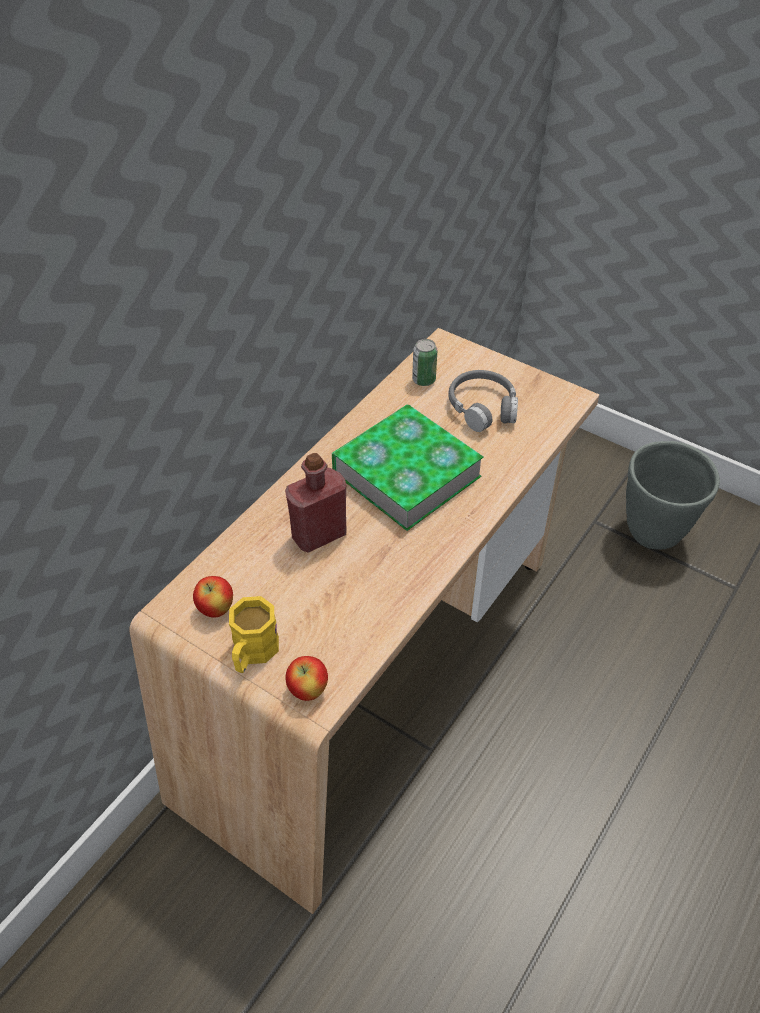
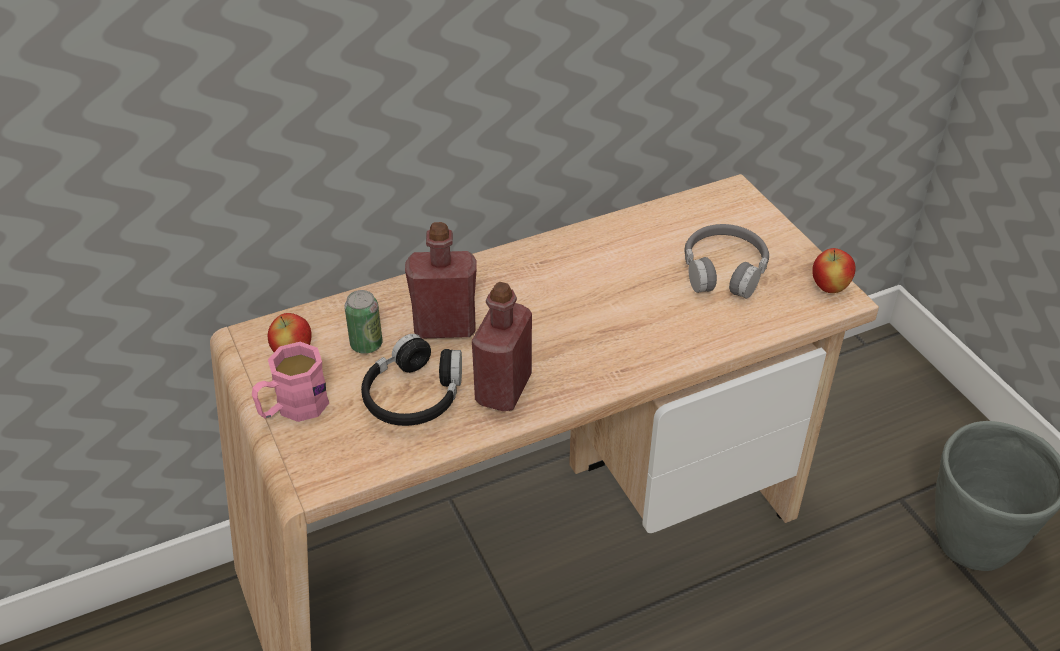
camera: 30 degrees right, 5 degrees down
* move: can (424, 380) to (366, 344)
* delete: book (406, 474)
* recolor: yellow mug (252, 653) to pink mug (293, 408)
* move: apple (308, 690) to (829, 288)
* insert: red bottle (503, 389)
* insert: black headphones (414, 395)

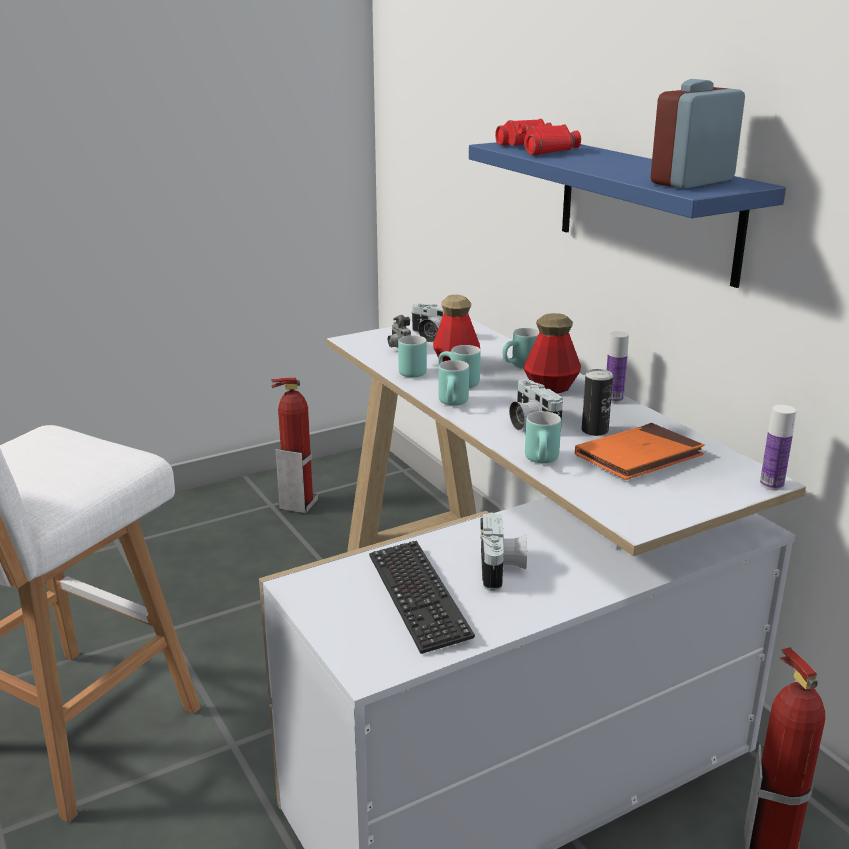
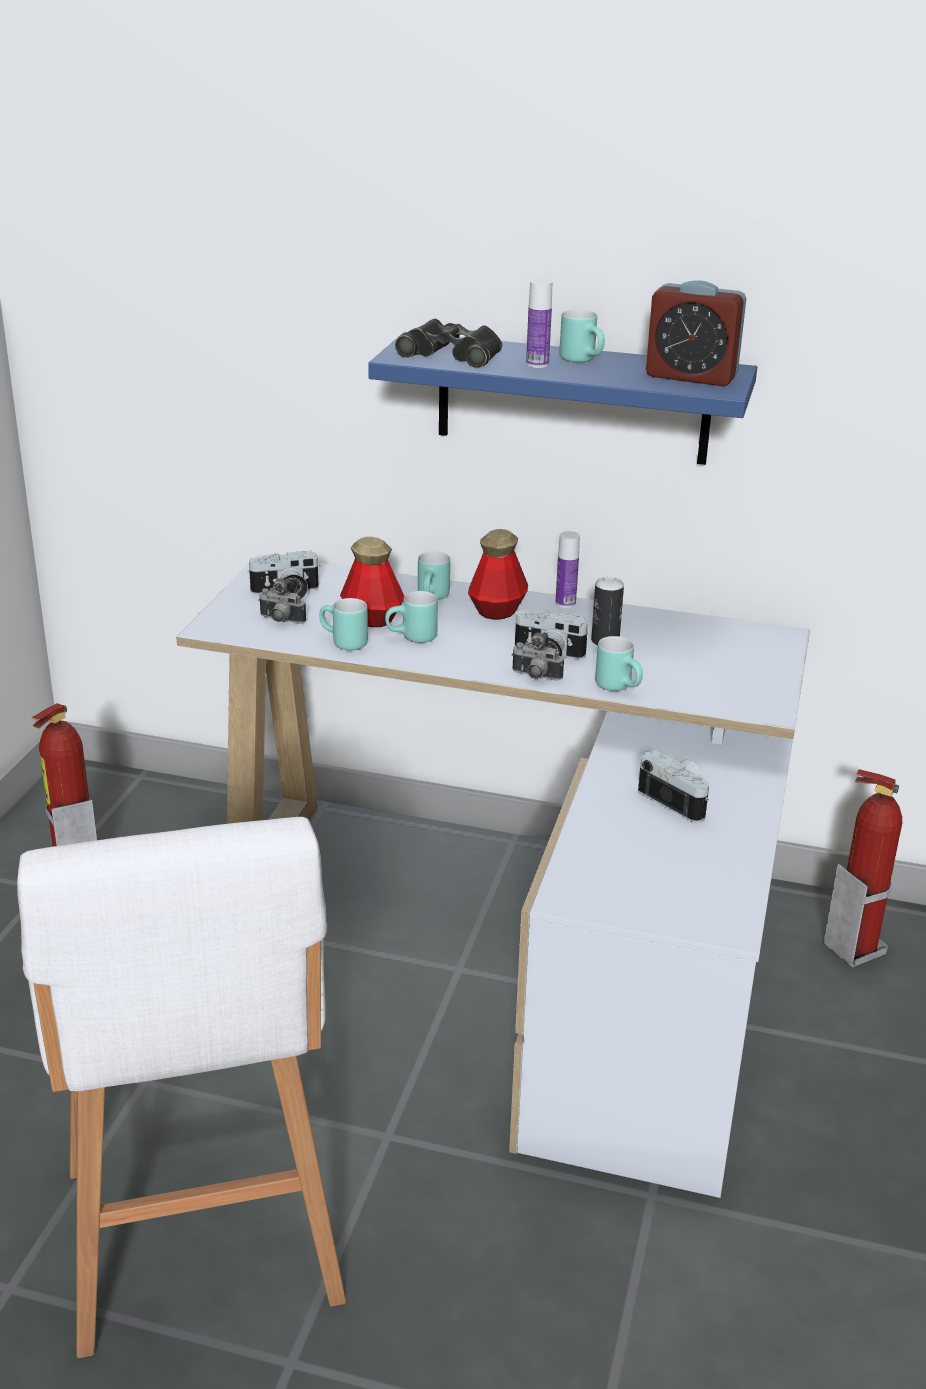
camera: 45 degrees left, 5 degrees up
* rotate: alarm clock (692, 182) = (691, 377) 75 degrees counterclockwise
* recolor: red binoculars (537, 149) to black binoculars (452, 355)
* move: turquoise mug (454, 404) to (584, 360)
* move: bottle (771, 485) to (537, 364)
* delete: orange book (638, 457)
* delete: keyboard (418, 597)
* insert: photo camera (535, 677)

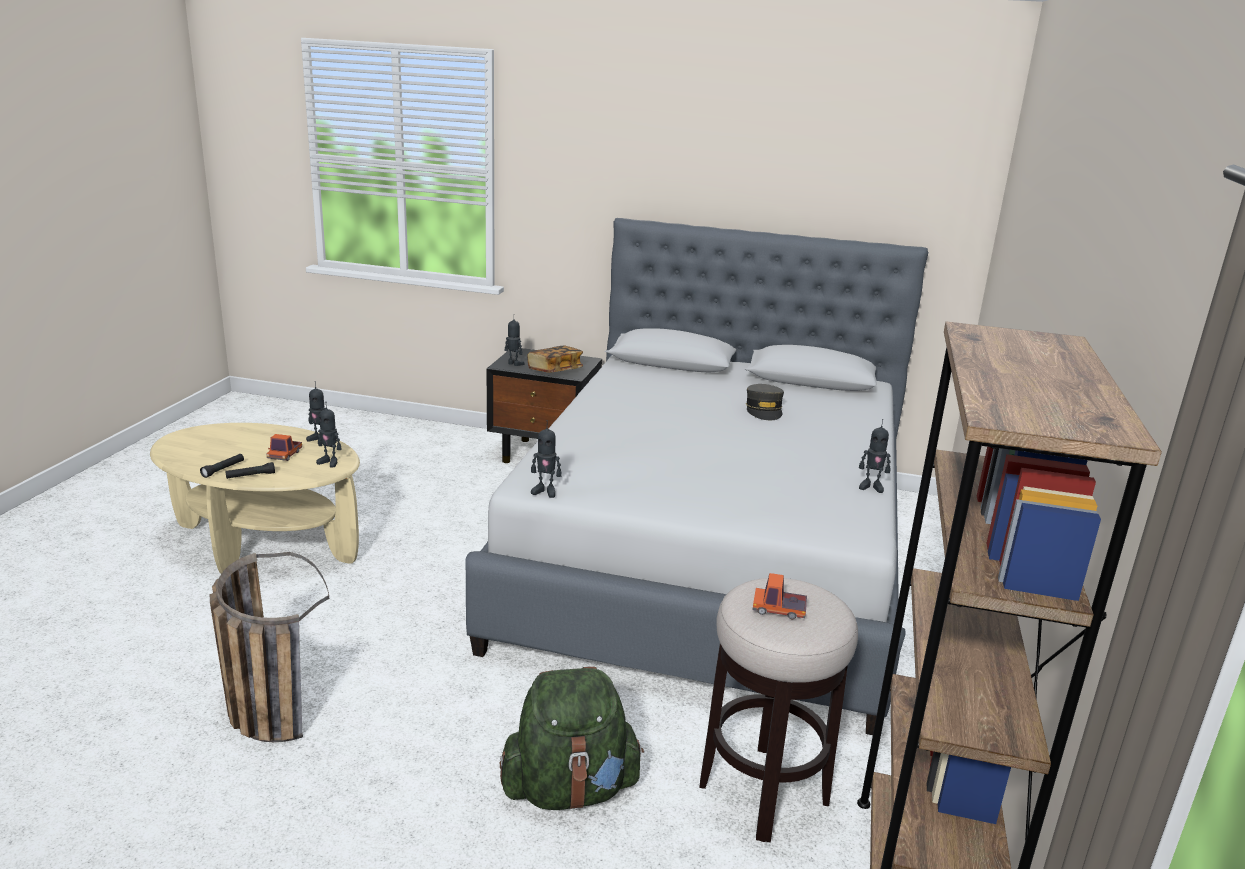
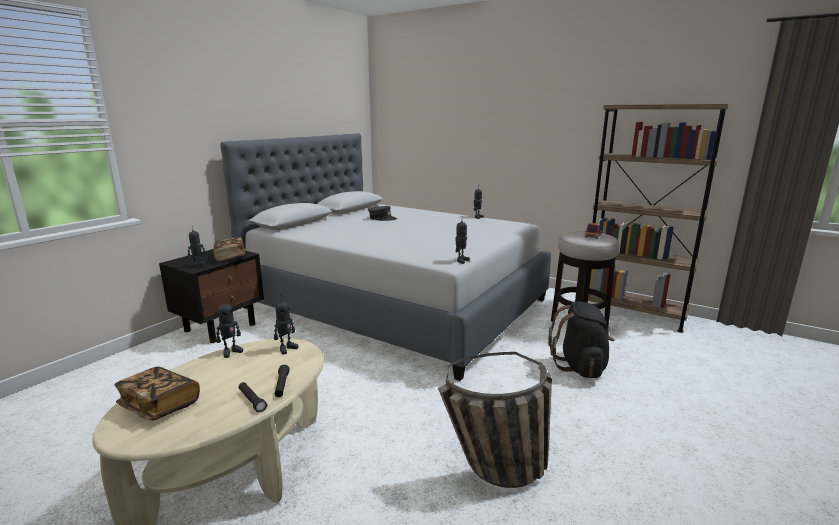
camera: 70 degrees left, 5 degrees down
* delete: toy truck (285, 455)
* recolor: green backpack (570, 789) to black backpack (580, 367)
* insert: book (160, 405)

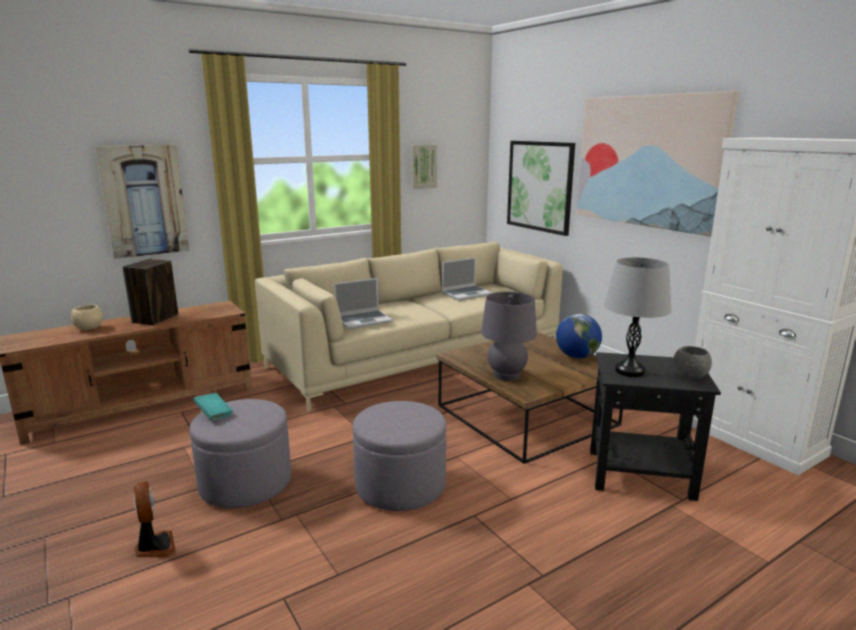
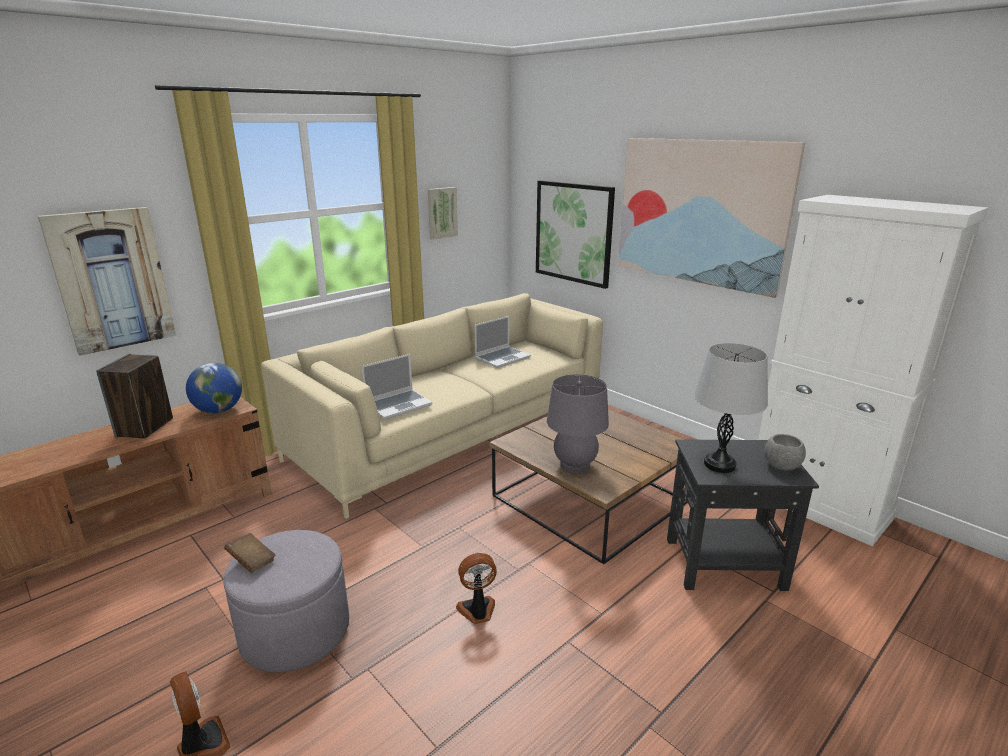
camera: 10 degrees left, 5 degrees up
* delete: beige bowl (89, 328)
* move: globe (577, 356) to (219, 410)
* recolor: turquoise book (214, 414) to brown book (252, 561)
* replace: grey ottoman (400, 486) to fan (477, 611)

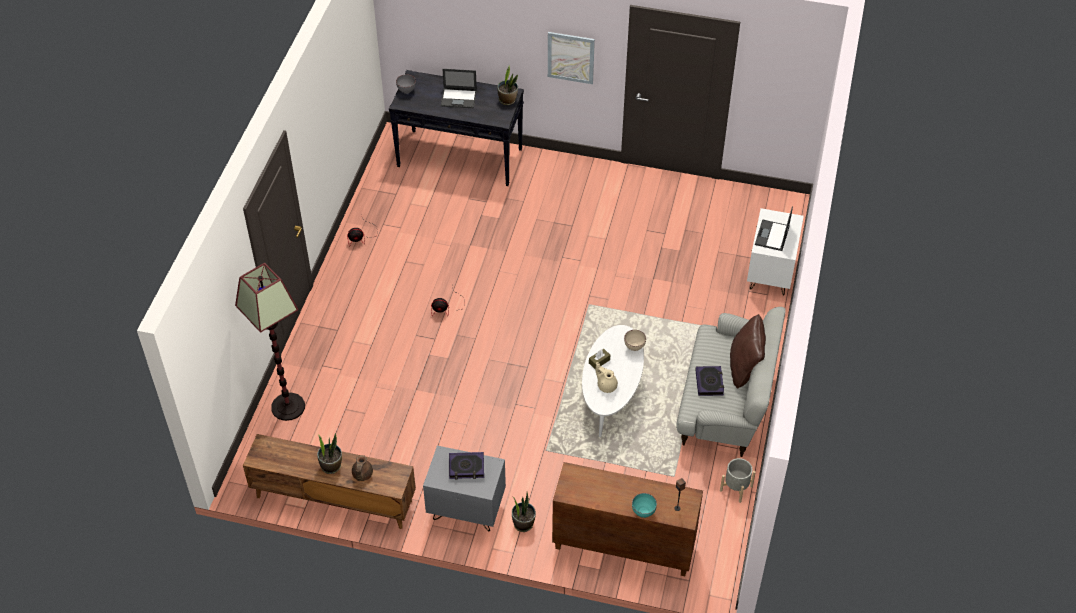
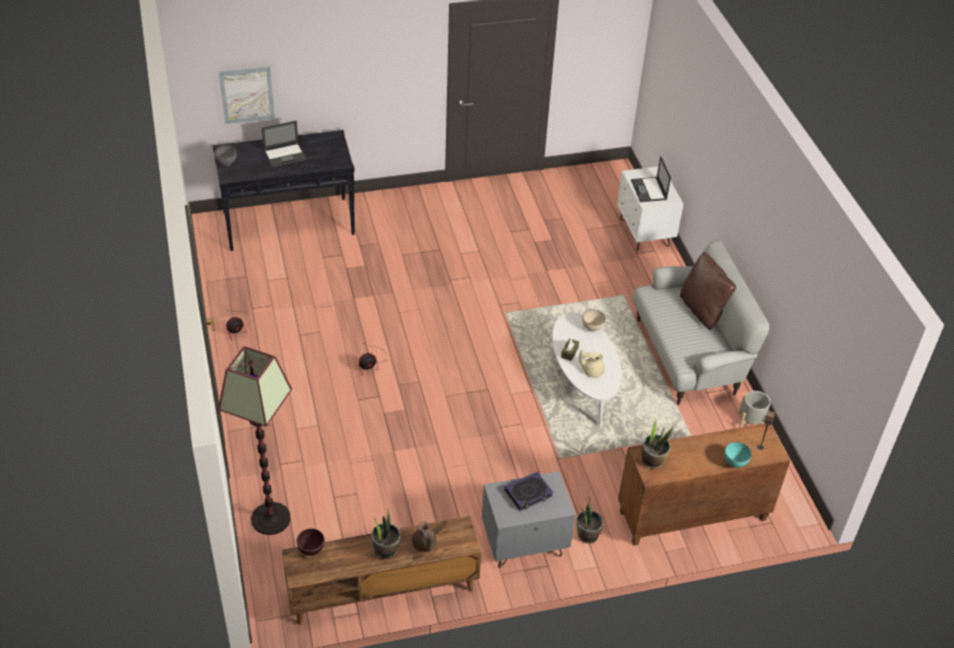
camera: 30 degrees left, 5 degrees down
* move: picture (570, 57) to (247, 94)
* move: potted plant (507, 100) to (652, 460)
* delete: book (709, 382)
* insert: brown bowl (311, 550)

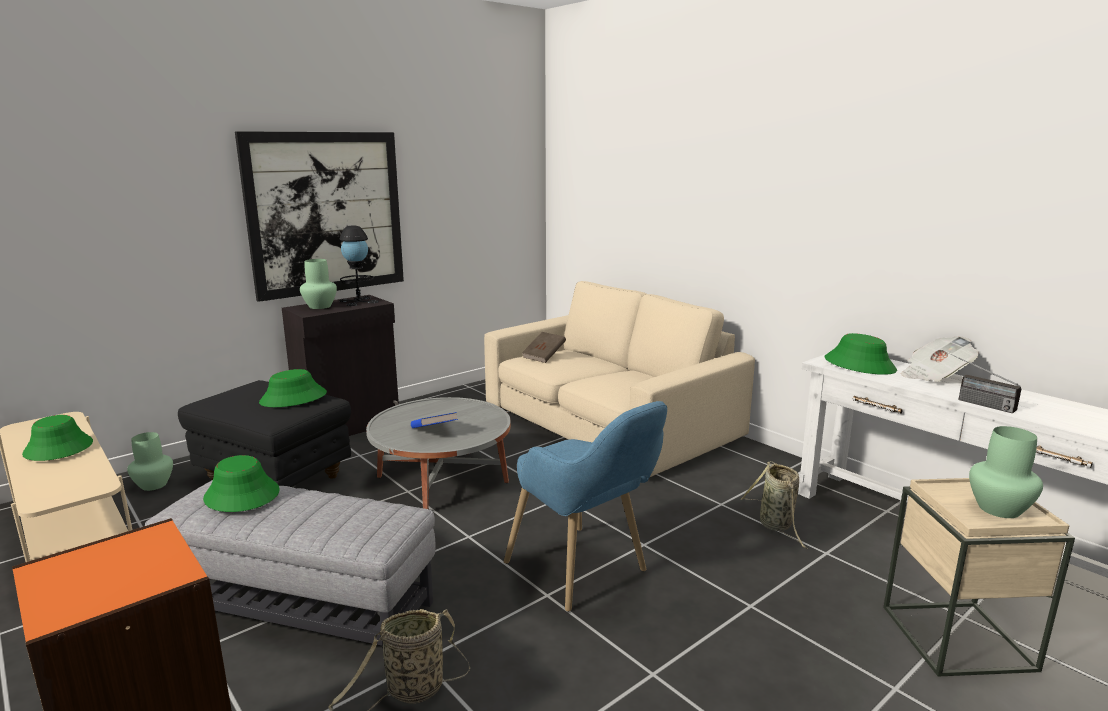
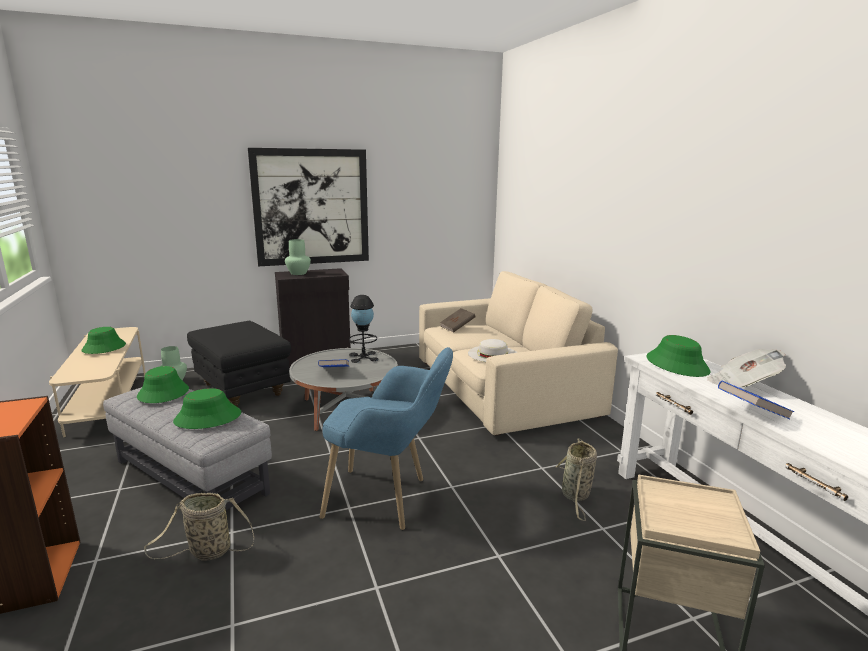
camera: 20 degrees right, 0 degrees up
* move: black table lamp (358, 301) to (363, 357)
* replace: radio (971, 401) to blue book (751, 413)
* move: green hat (293, 398) to (207, 418)
* rotate: blue armchair (586, 575) = (389, 500) 60 degrees counterclockwise
* delete: green vase (1000, 509)
* insert: white hat (493, 354)

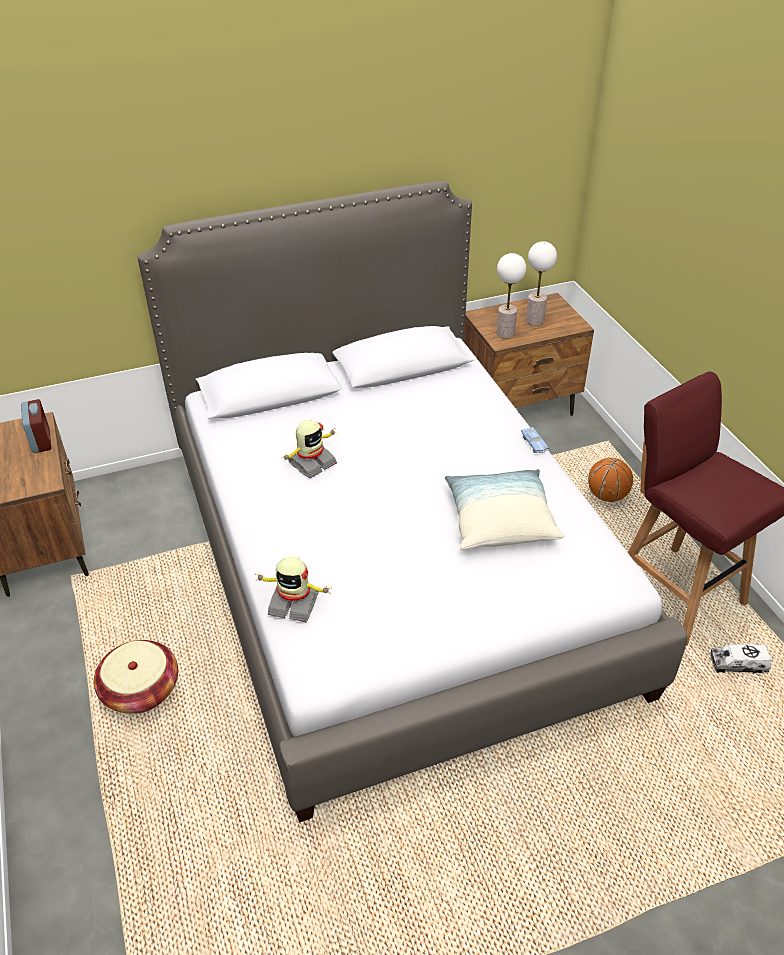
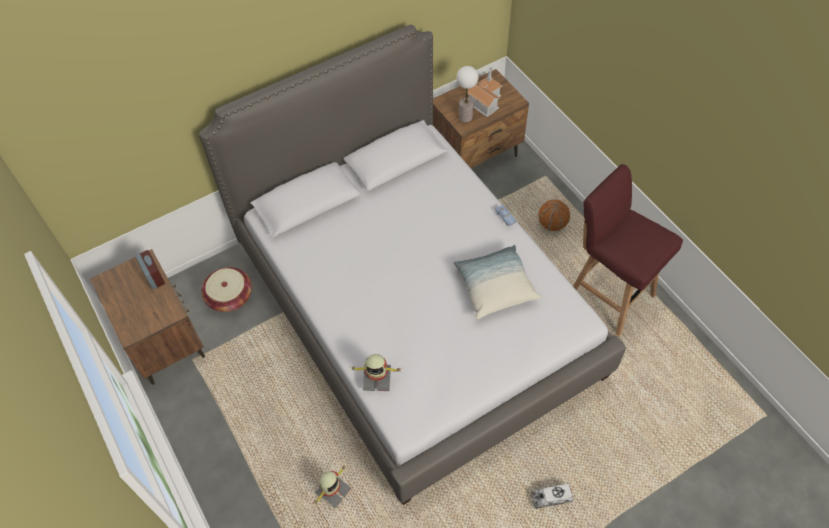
camera: 10 degrees left, 15 degrees up
* replace: table lamp (534, 320) to toy house (484, 101)
* move: toy robot (311, 463) to (332, 490)
* move: basket (141, 690) to (230, 297)
* move: toy truck (737, 665) to (551, 498)

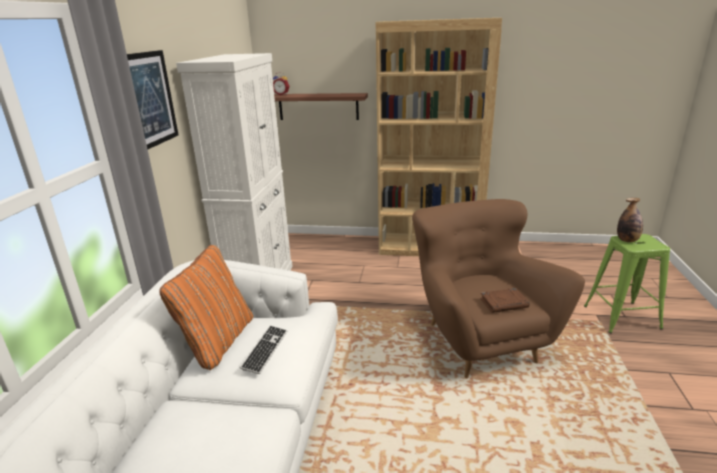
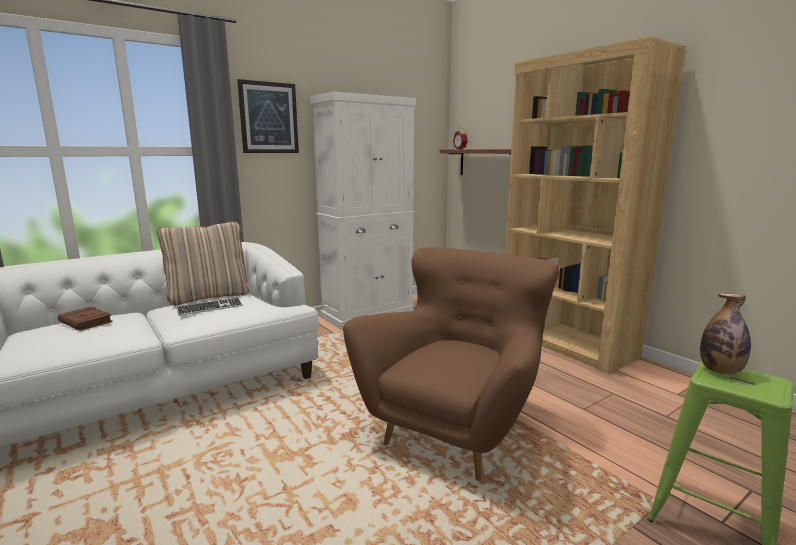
camera: 45 degrees right, 10 degrees down
* recolor: orange pillow (217, 341) to beige pillow (209, 296)
* move: brown book (504, 303) to (86, 322)

